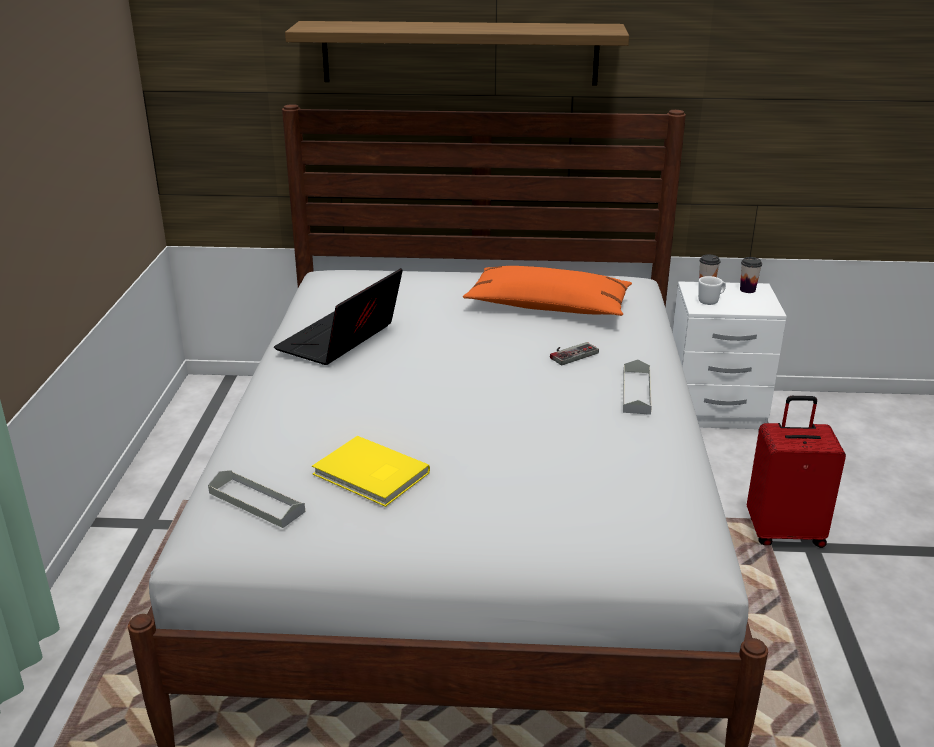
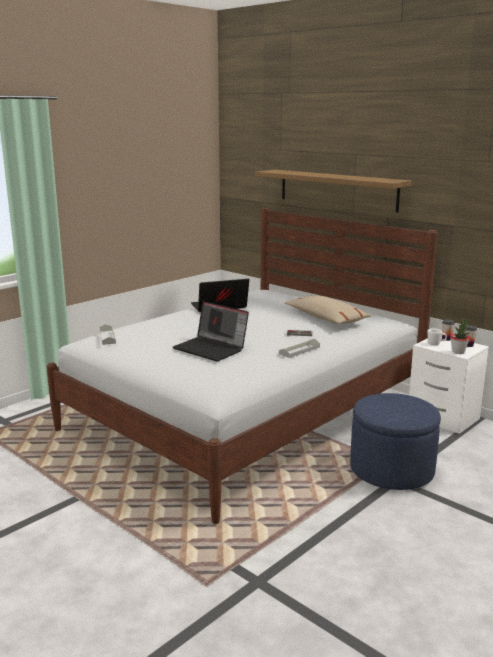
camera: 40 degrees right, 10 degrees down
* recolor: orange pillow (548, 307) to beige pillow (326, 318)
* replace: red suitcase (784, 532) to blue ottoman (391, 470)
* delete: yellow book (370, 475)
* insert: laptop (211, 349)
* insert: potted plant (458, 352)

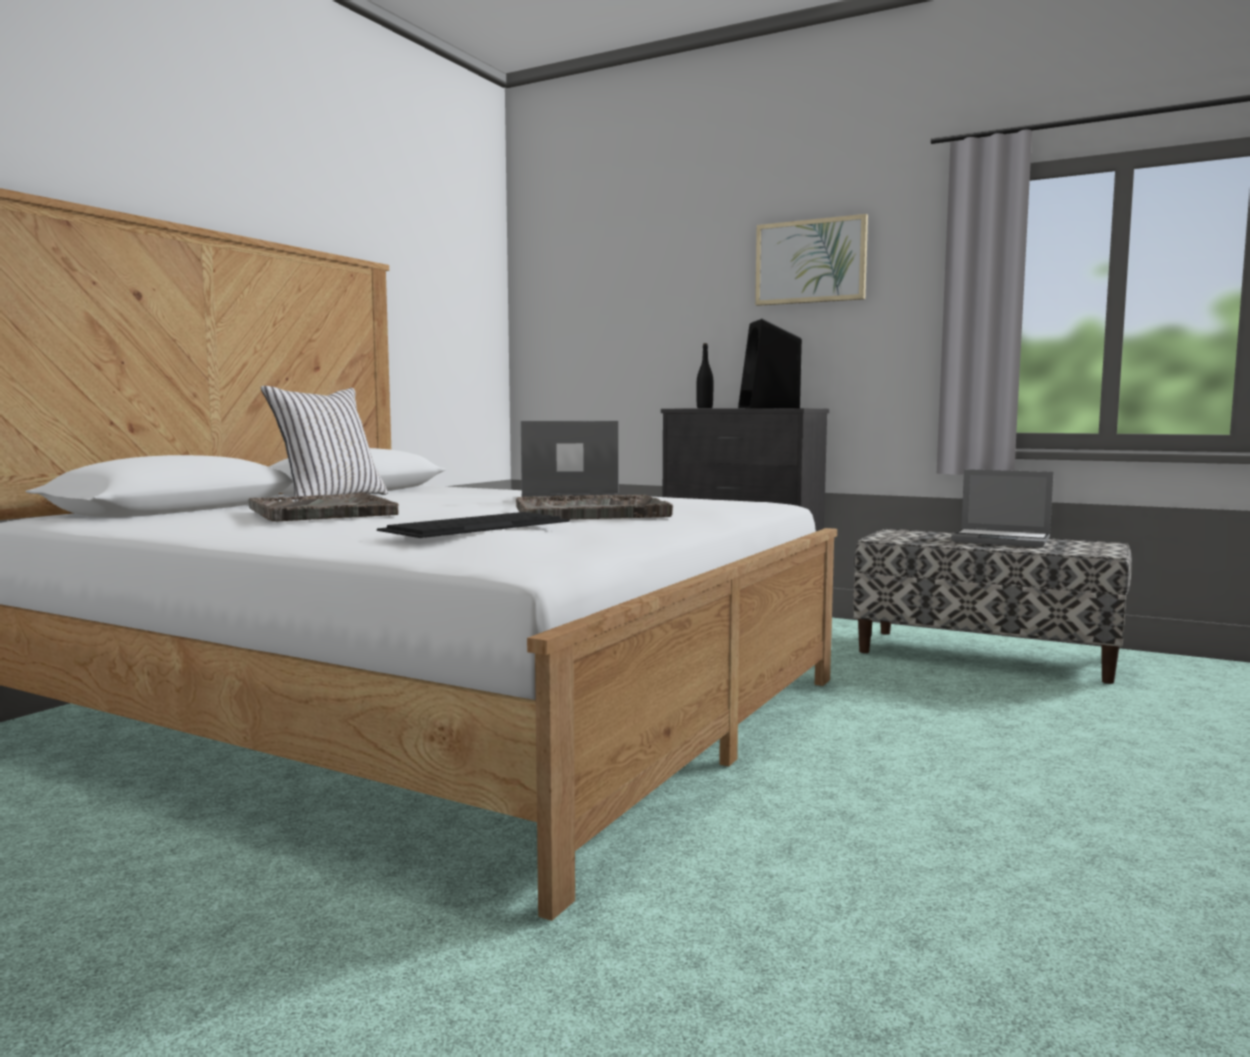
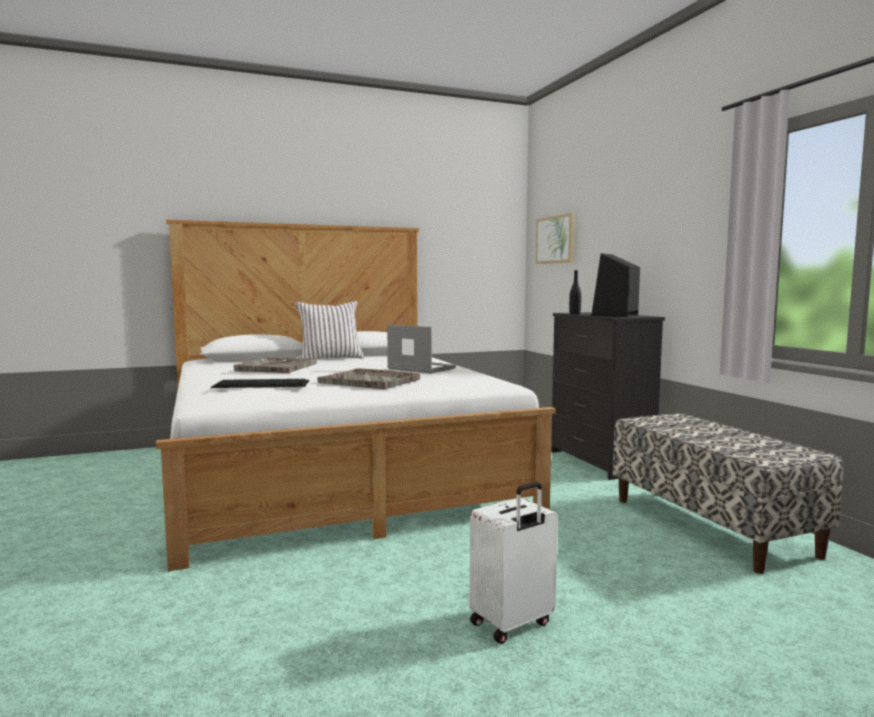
camera: 40 degrees right, 0 degrees up
* move: picture (810, 261) to (555, 239)
* delete: laptop (1002, 540)
* insert: white suitcase (512, 624)

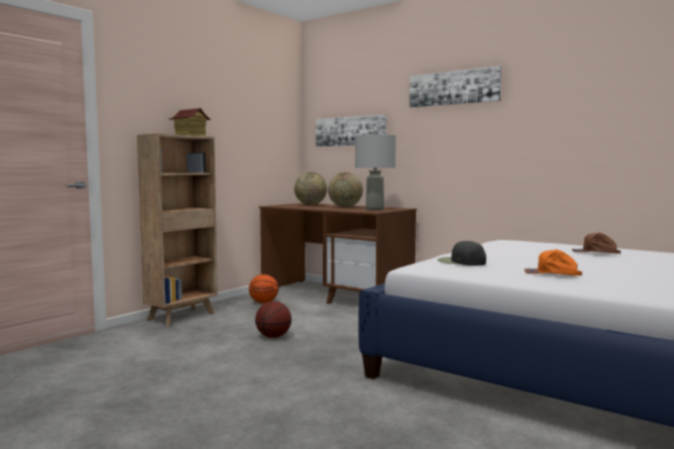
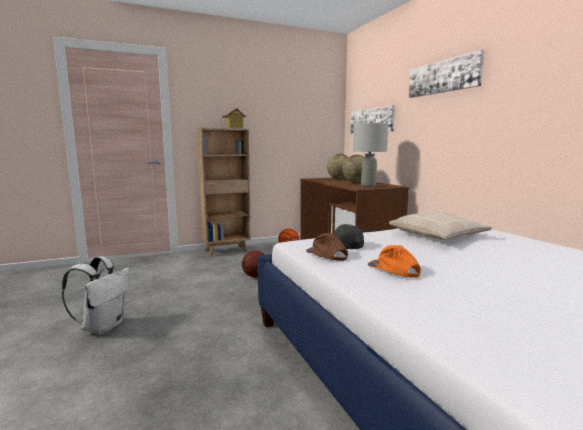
camera: 30 degrees right, 5 degrees up
* move: brown cap (595, 252) to (327, 254)
* insert: beige pillow (438, 236)
* insert: white backpack (103, 326)

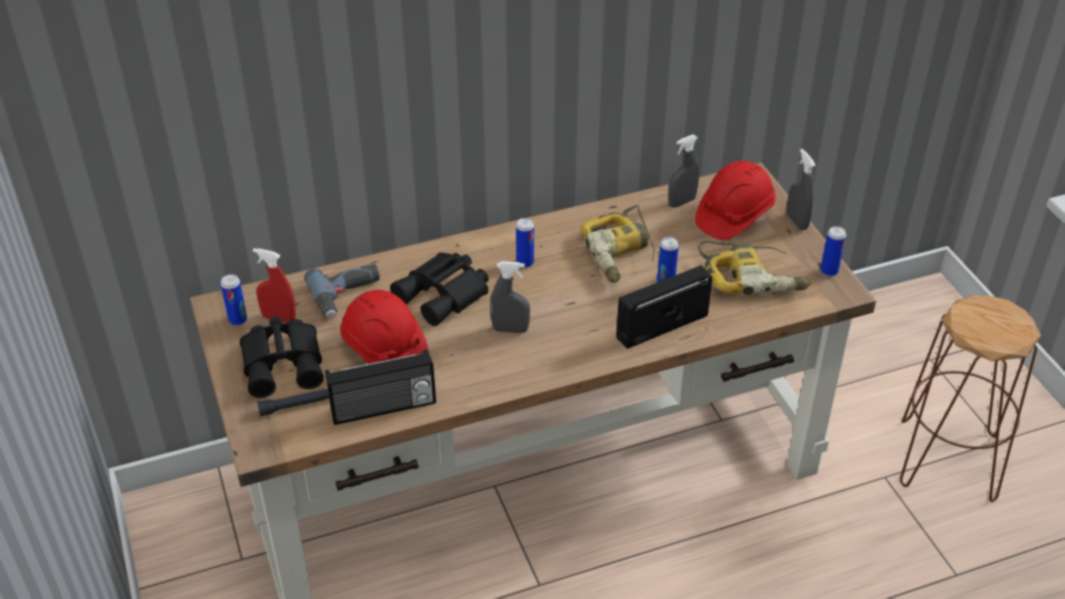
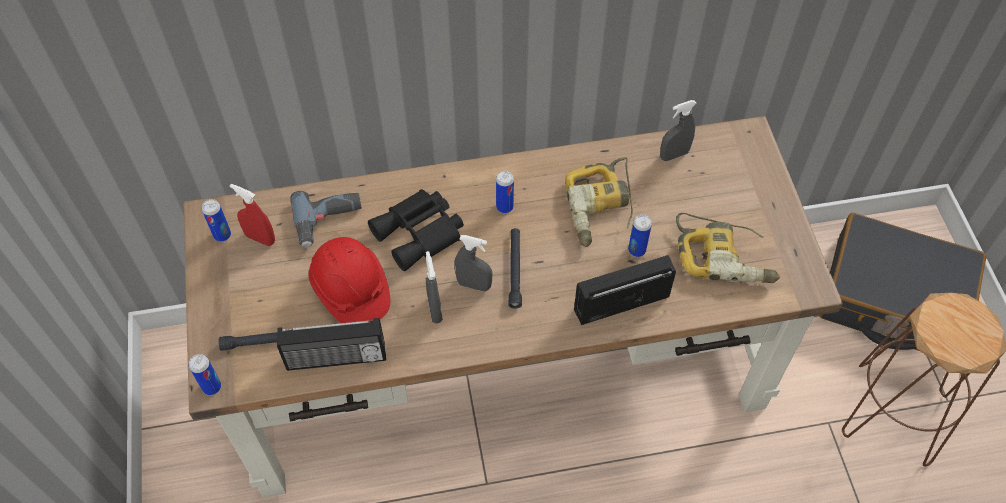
camera: 10 degrees right, 15 degrees up
* move: grey spray bottle (796, 222) to (435, 310)
* delete: red hard hat (734, 215)
* move: can (829, 271) to (212, 387)
* delete: black binoculars (284, 363)
* insert: black suitcase (893, 299)
* insert: black flashlight (515, 270)

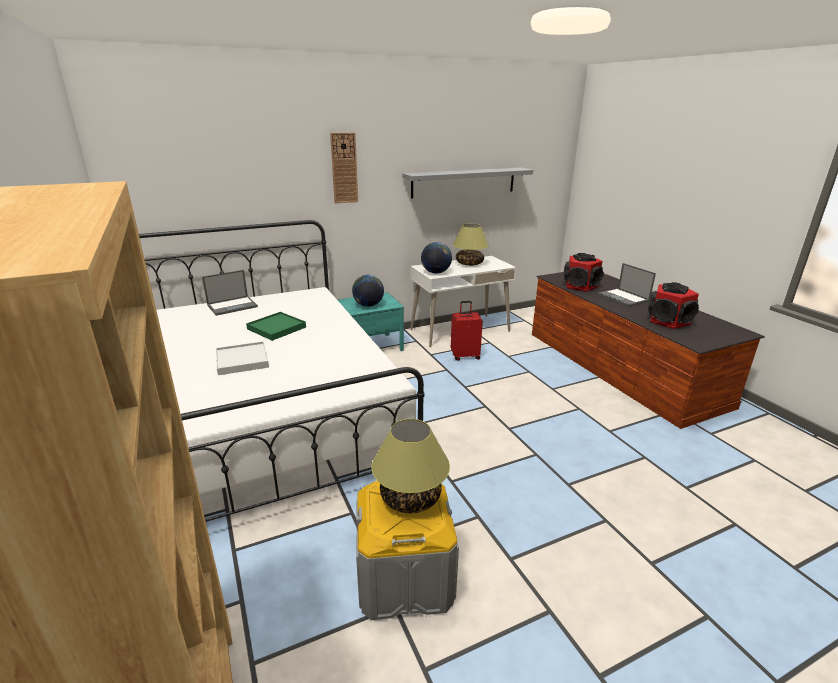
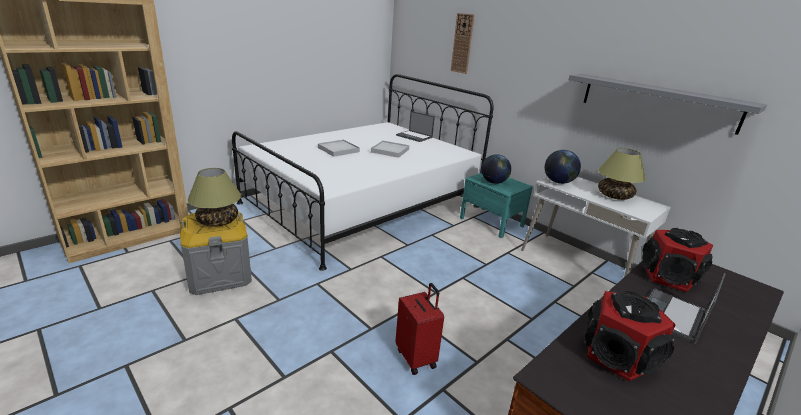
camera: 70 degrees right, 0 degrees up
* move: wall clock (344, 168) to (462, 43)
* move: red suitcase (465, 356) to (416, 358)
* recolor: green tray (276, 328) to white tray (390, 151)

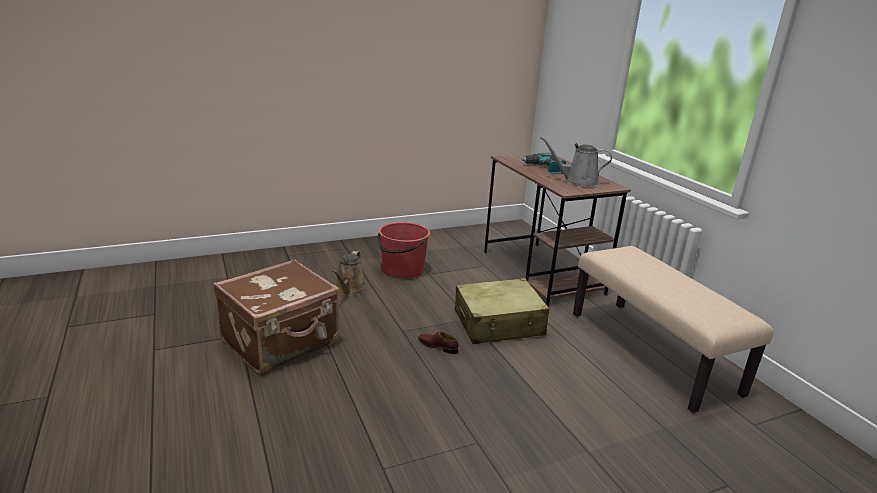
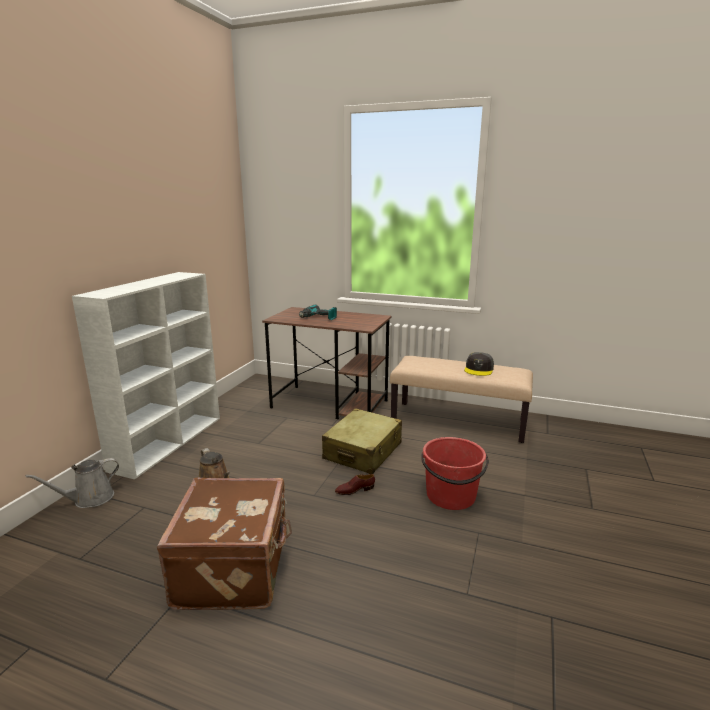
camera: 45 degrees left, 5 degrees down
* move: grey watering can (577, 182) to (89, 499)
* move: red bucket (402, 270) to (451, 496)
* insert: white bookcase (169, 442)
* insert: grey cap (479, 369)

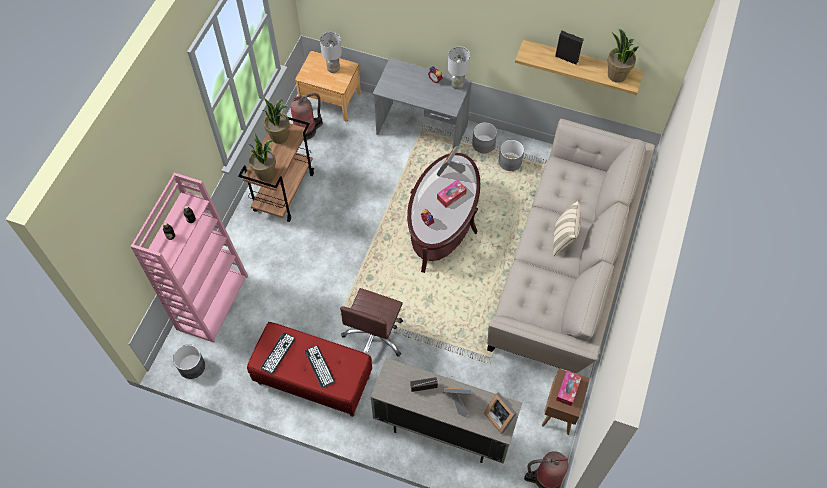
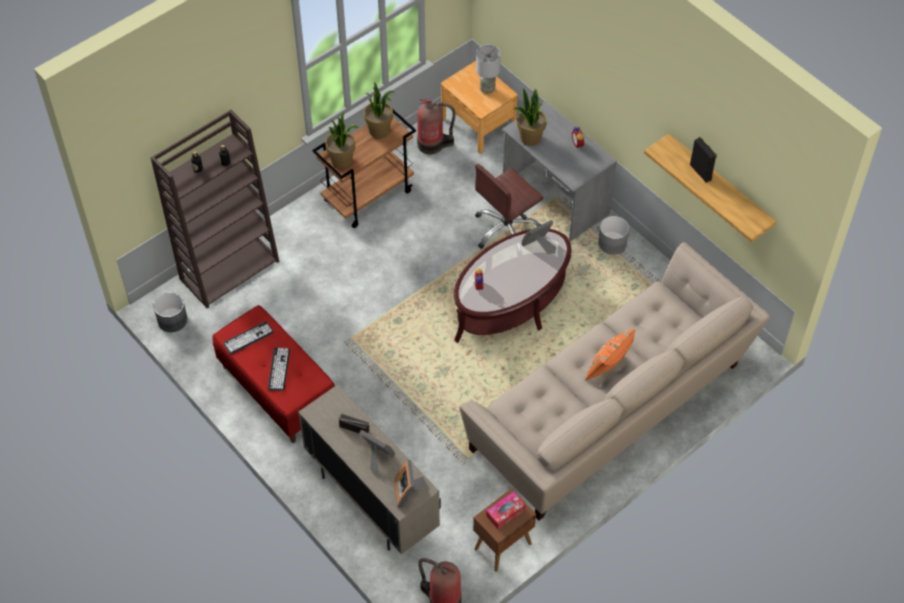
camera: 30 degrees right, 5 degrees down
* move: potted plant (616, 75) to (530, 138)
* delete: grey table lamp (457, 85)
* delete: grey planter (510, 162)
* recolor: pink bookcase (212, 301) to brown bookcase (229, 269)
* delete: tissue box (451, 196)
* recolor: beige pillow (563, 239) to orange pillow (608, 368)
* move: brown office chair (374, 337) to (506, 230)

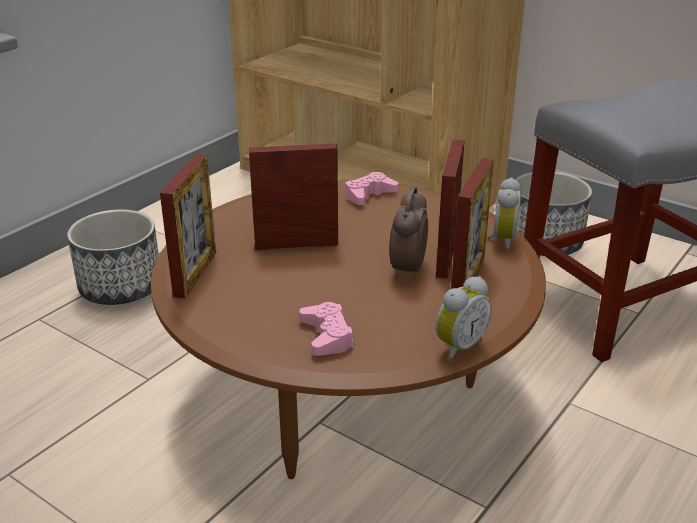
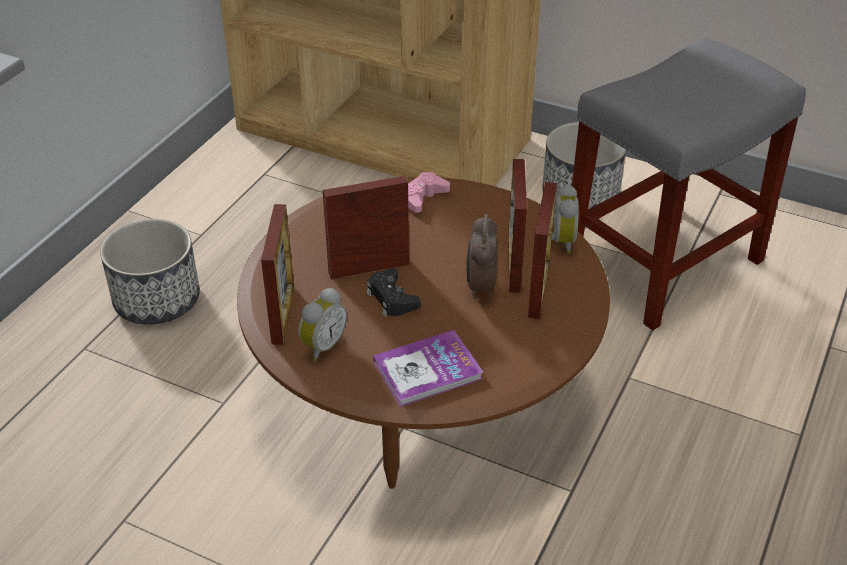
camera: 10 degrees left, 10 degrees up
* move: alarm clock (458, 346) to (322, 346)
* replace: pink game controller (327, 336) to book (427, 370)
* insert: black game controller (392, 298)

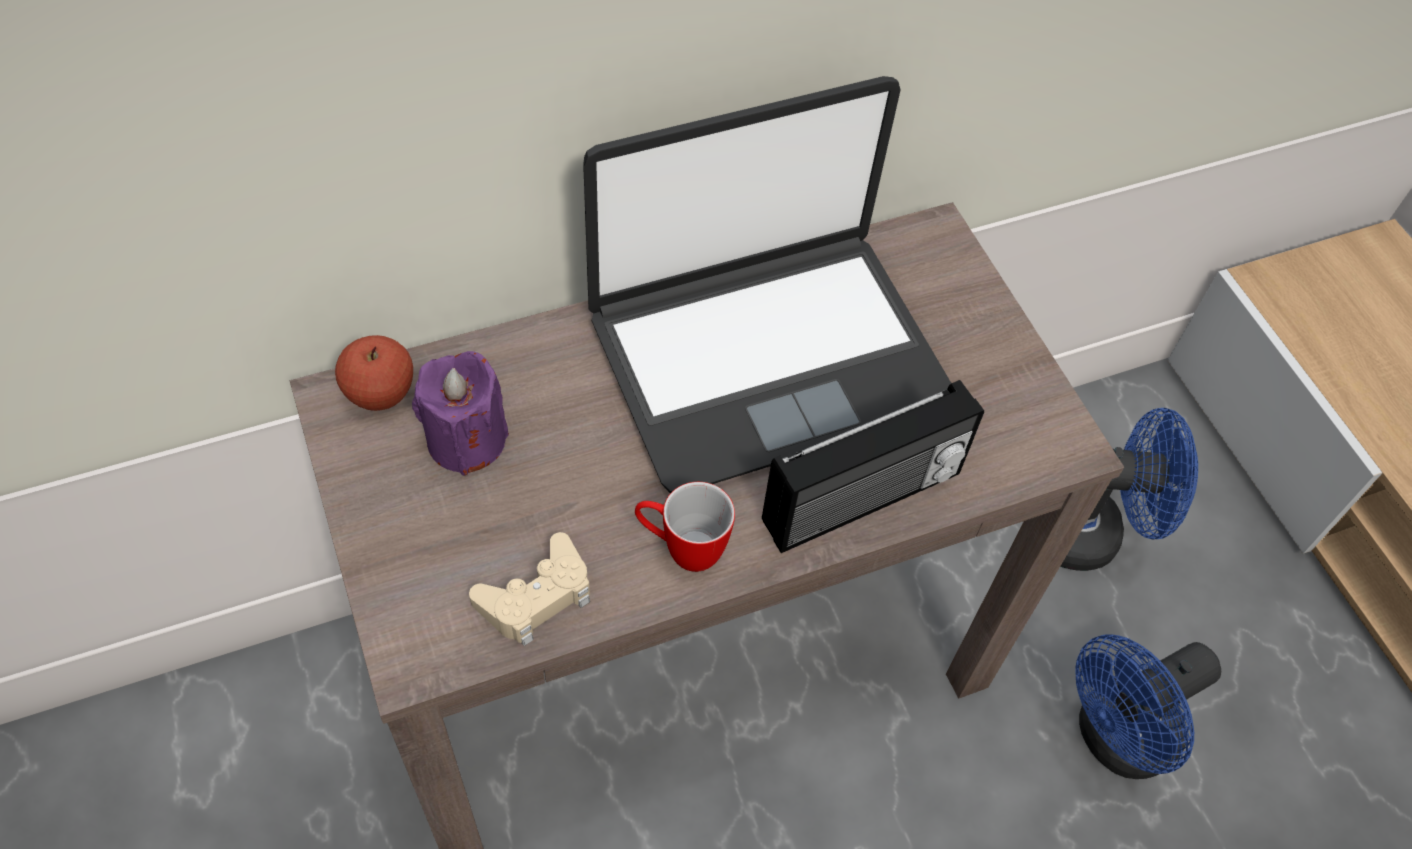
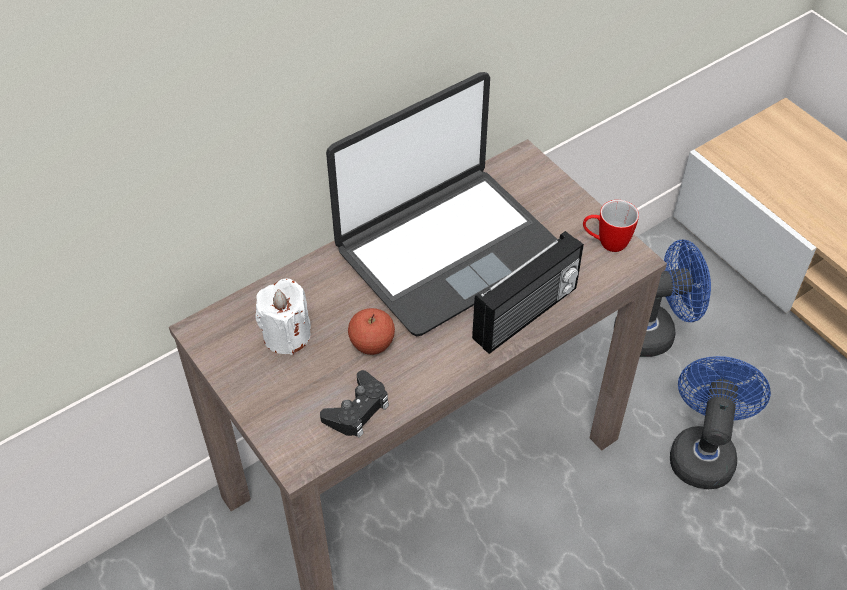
camera: 10 degrees left, 5 degrees down
* move: apple (380, 394) to (372, 344)
* recolor: purple candle (466, 440) to white candle (286, 335)
* move: mug (681, 548) to (605, 243)
* recolor: beige game controller (536, 597) to black game controller (357, 410)
* rotate: blue fan (1114, 739) = (703, 451) 150 degrees clockwise

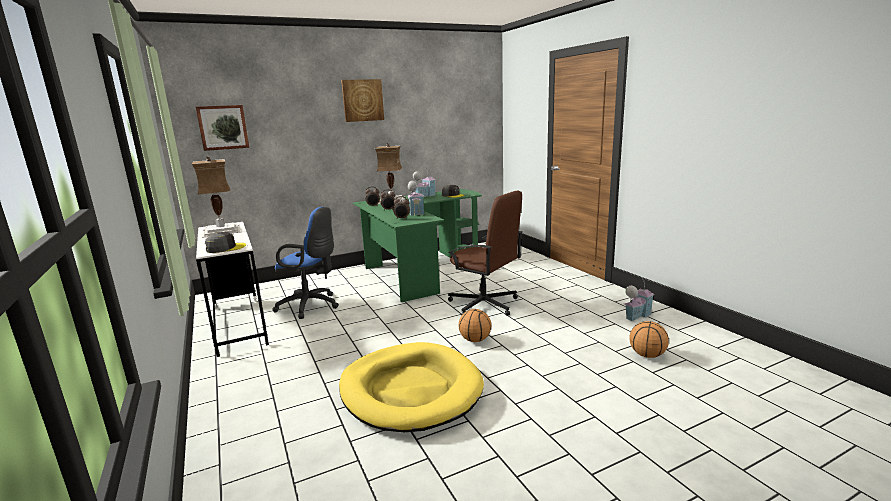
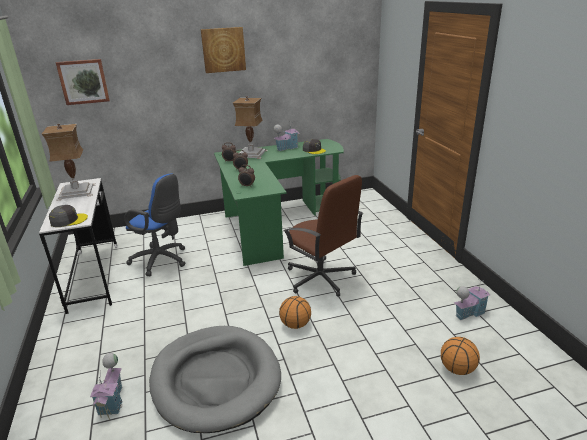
camera: 10 degrees right, 10 degrees up
* move: toy house (416, 212) to (113, 401)
* recolor: yellow dog bed (410, 390) to grey dog bed (215, 379)

